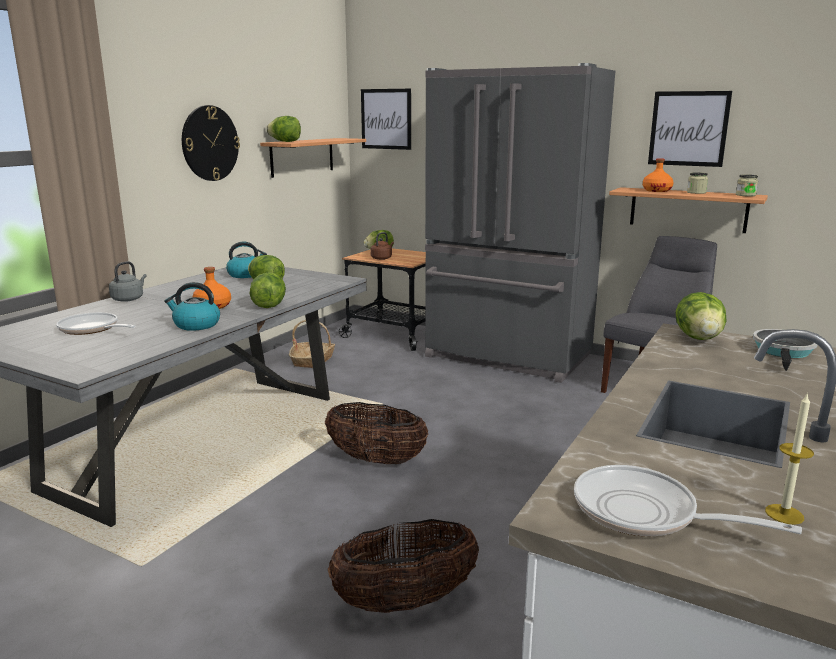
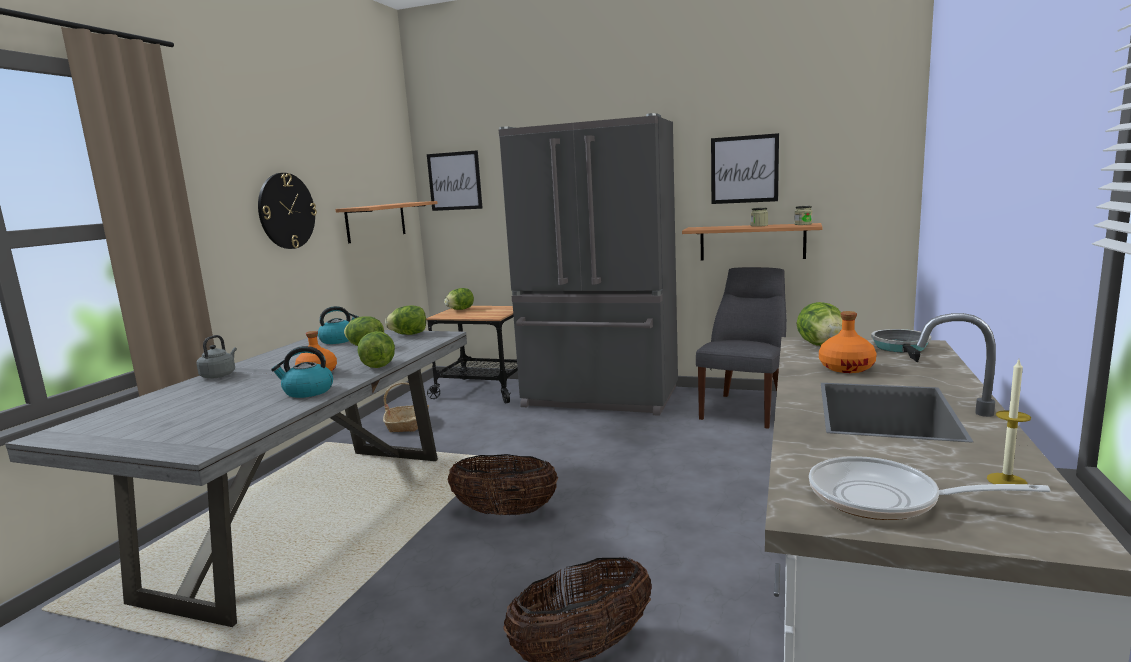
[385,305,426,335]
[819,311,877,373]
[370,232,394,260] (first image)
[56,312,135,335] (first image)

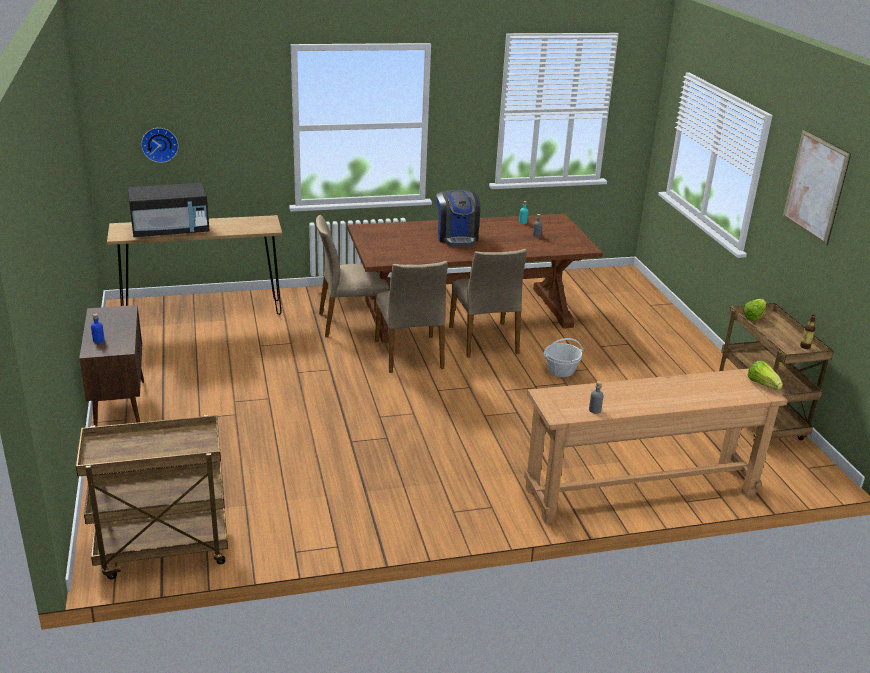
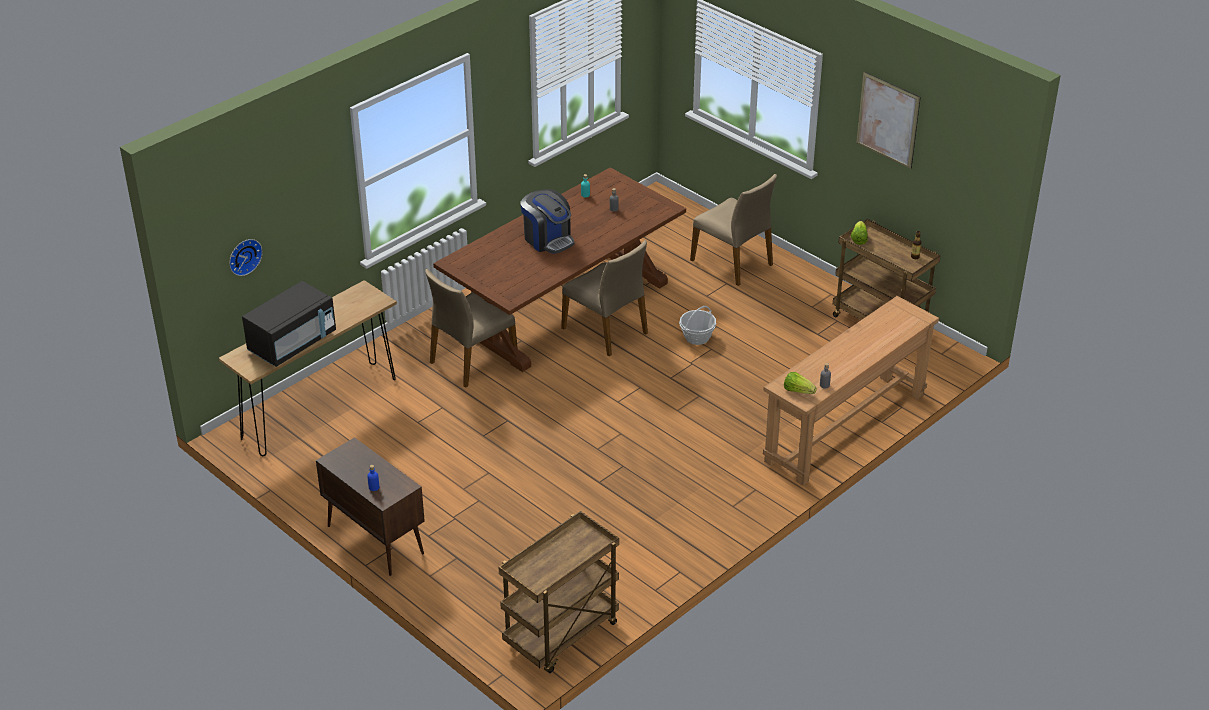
[690,174,777,286]
[784,372,817,394]

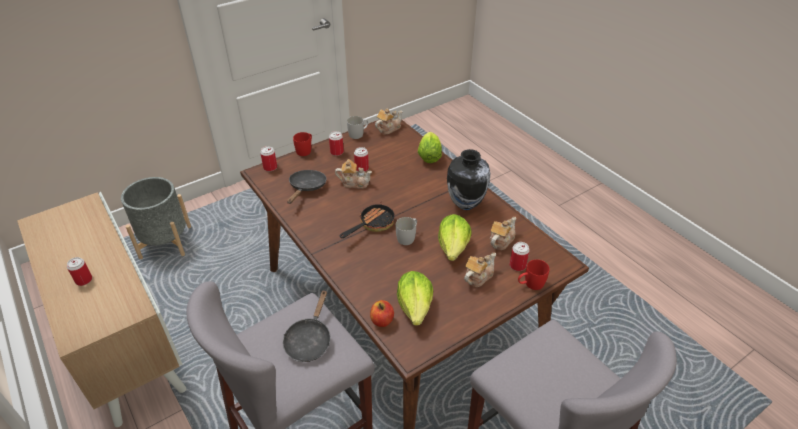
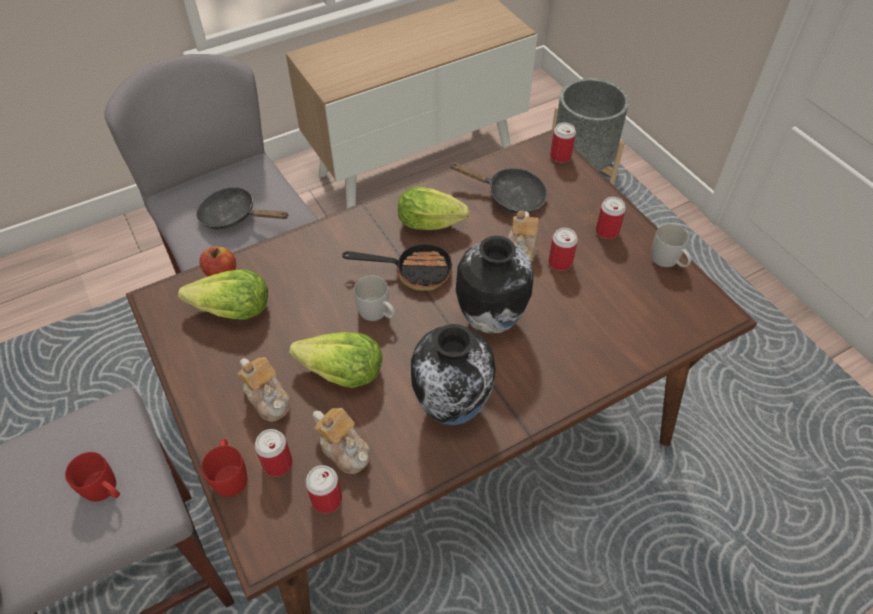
[375,109,402,134] (first image)
[65,452,120,502]
[398,186,470,230]
[342,241,452,291]
[305,465,342,513]
[456,236,533,334]

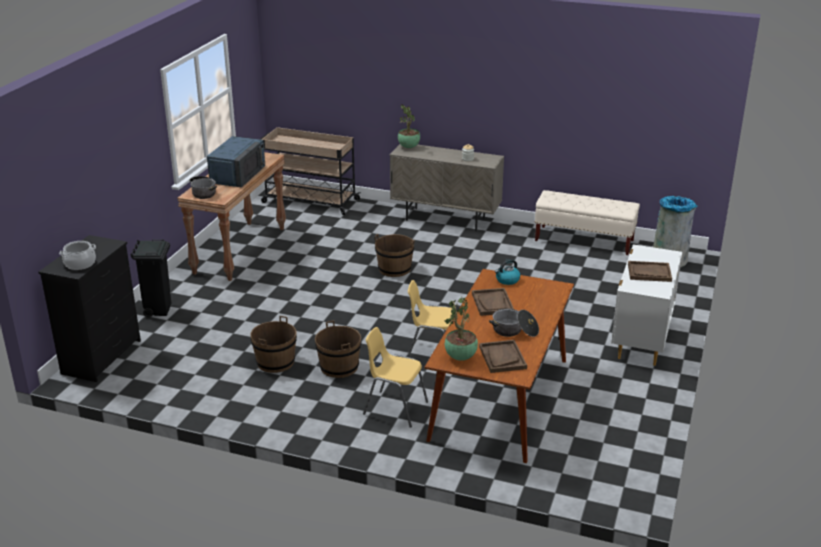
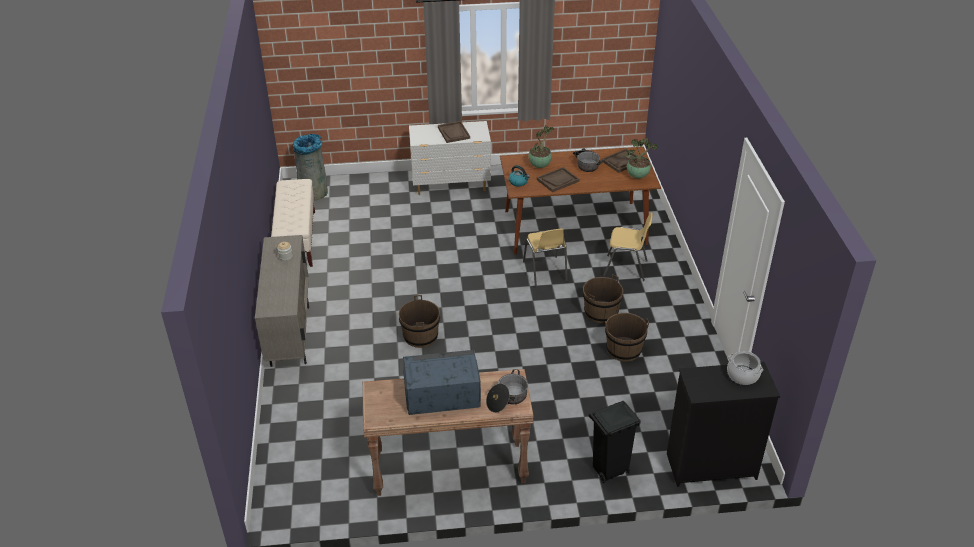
[528,125,554,168]
[260,127,361,215] (first image)
[603,213,653,281]

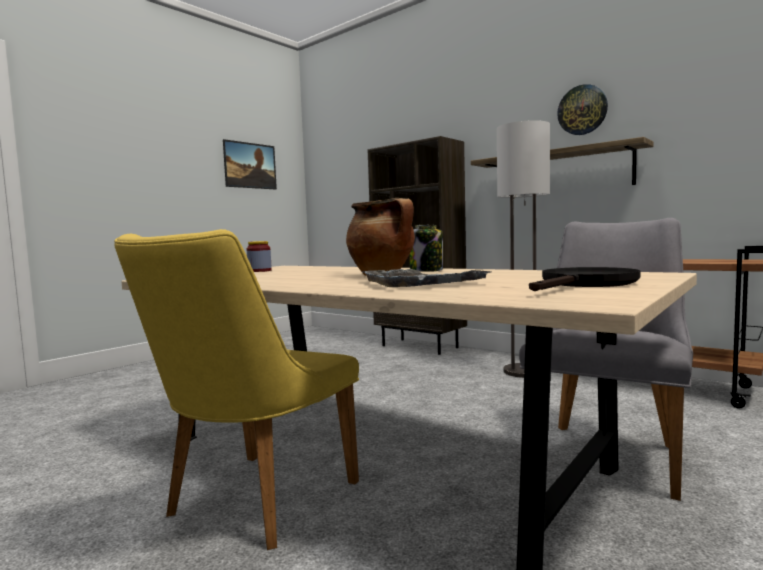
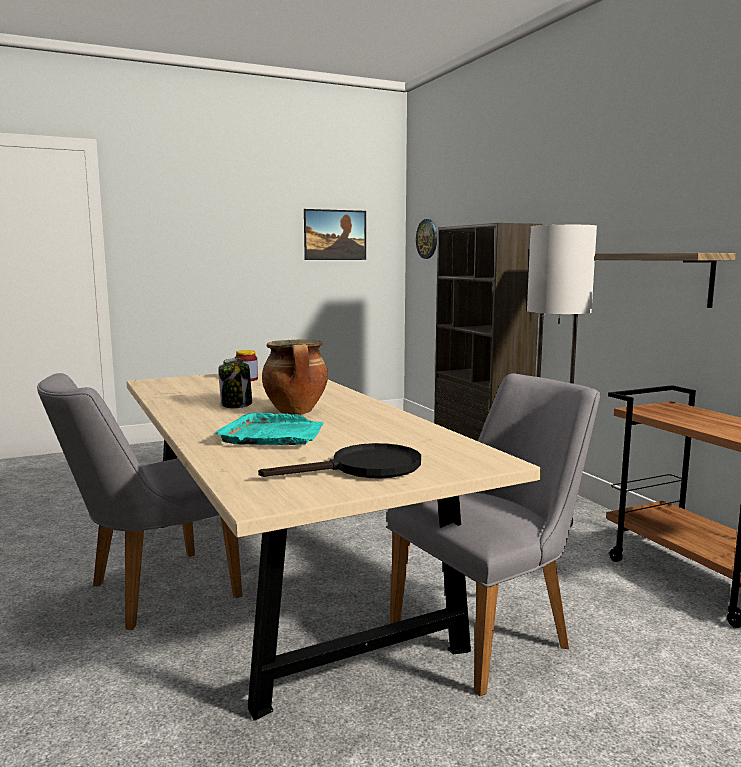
[416,219,437,259]
[218,358,252,408]
[37,373,242,630]
[215,413,324,445]

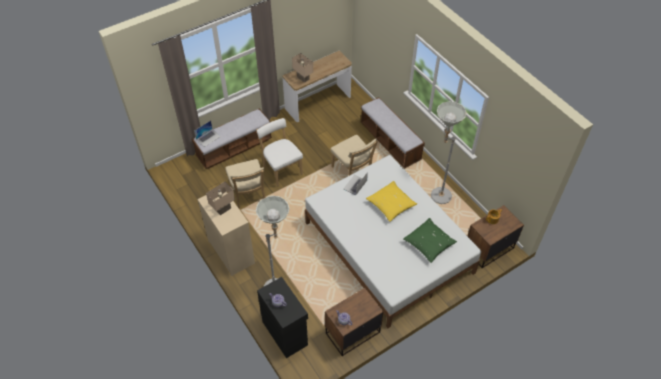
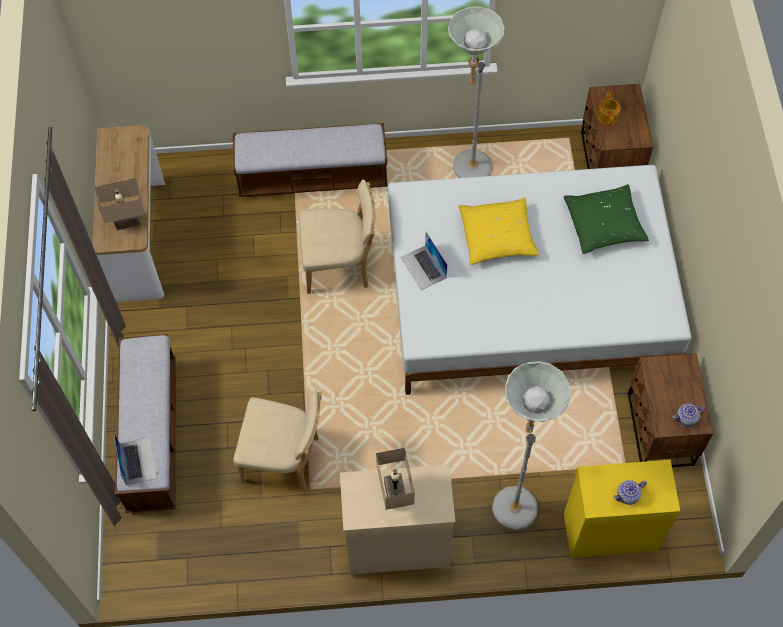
[256,118,303,187] (first image)
[564,460,680,558]

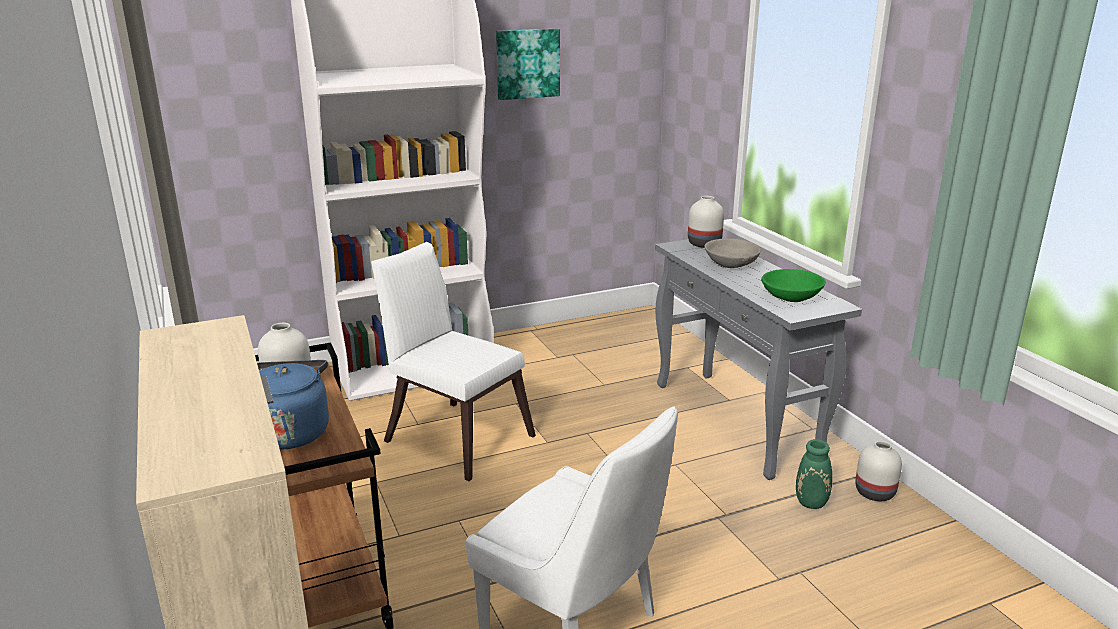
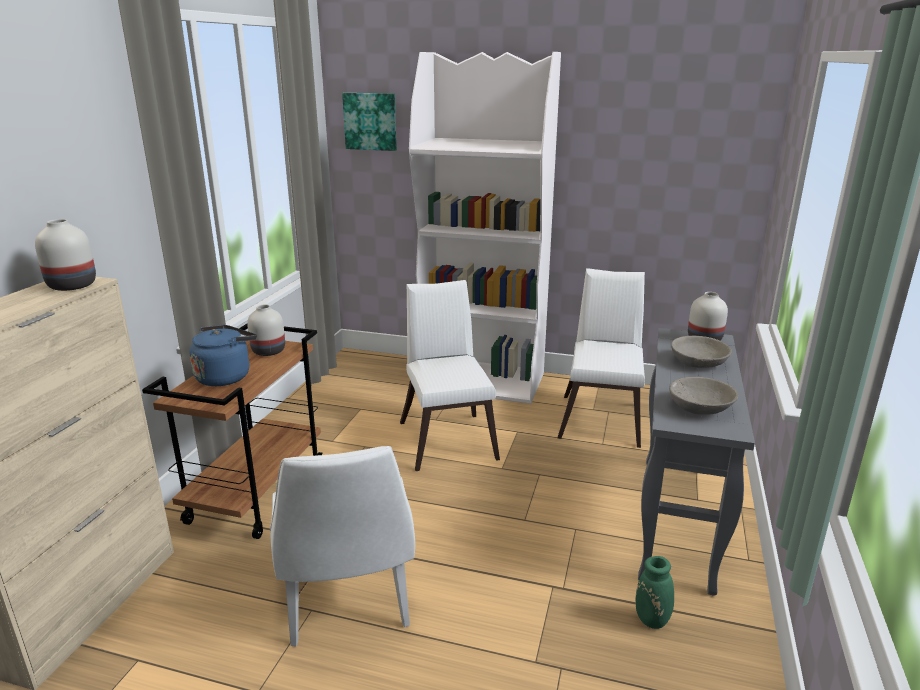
[342,93,397,151]
[669,377,738,415]
[35,219,96,291]
[558,268,645,448]

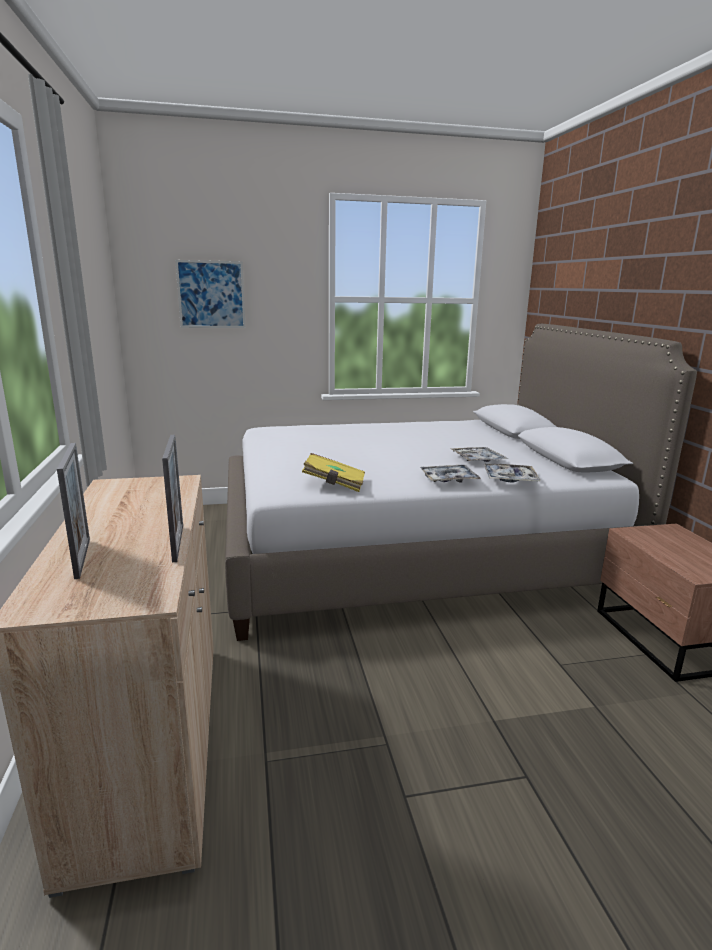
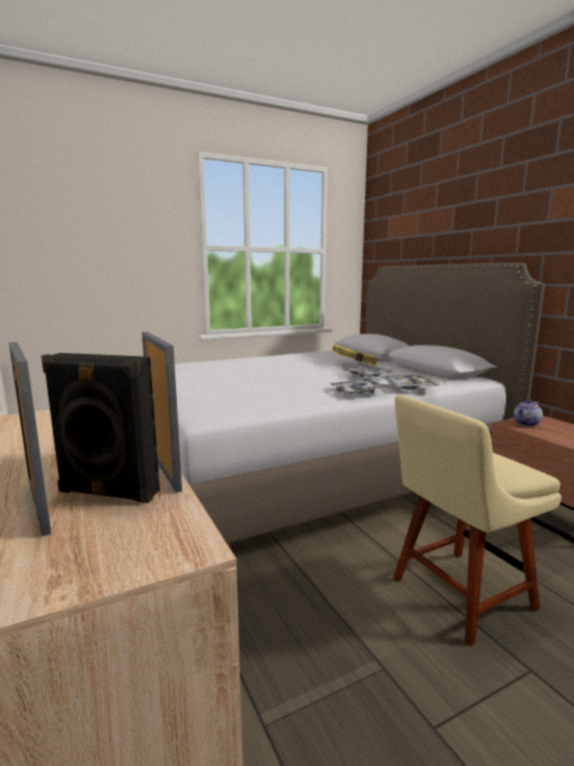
[175,260,246,328] (first image)
[332,345,379,366]
[41,353,160,503]
[393,395,561,646]
[514,400,543,427]

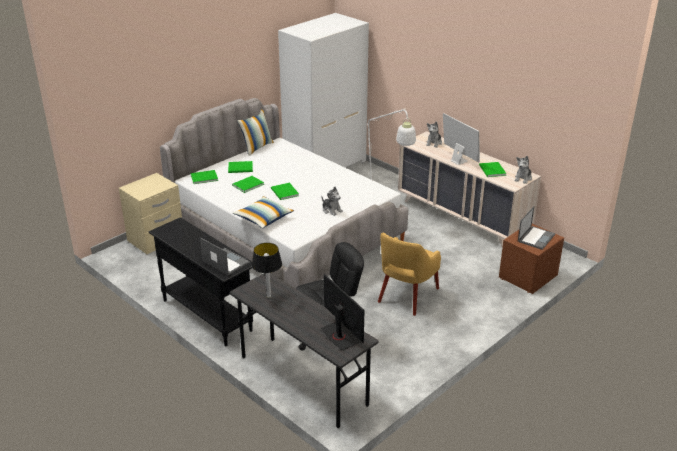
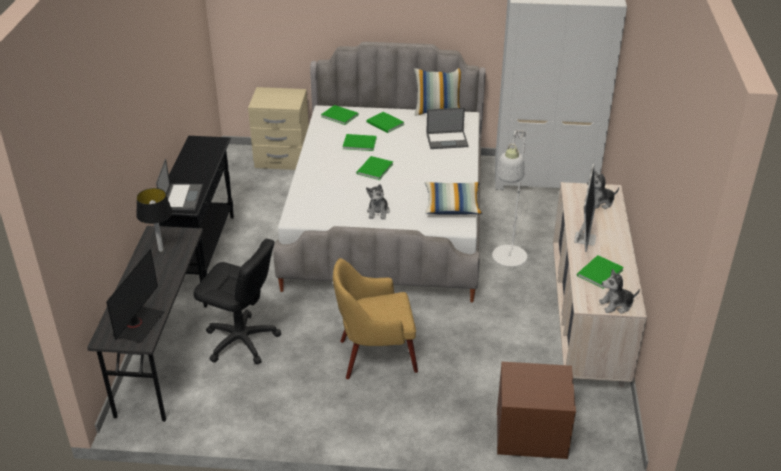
[425,182,482,215]
[426,108,469,149]

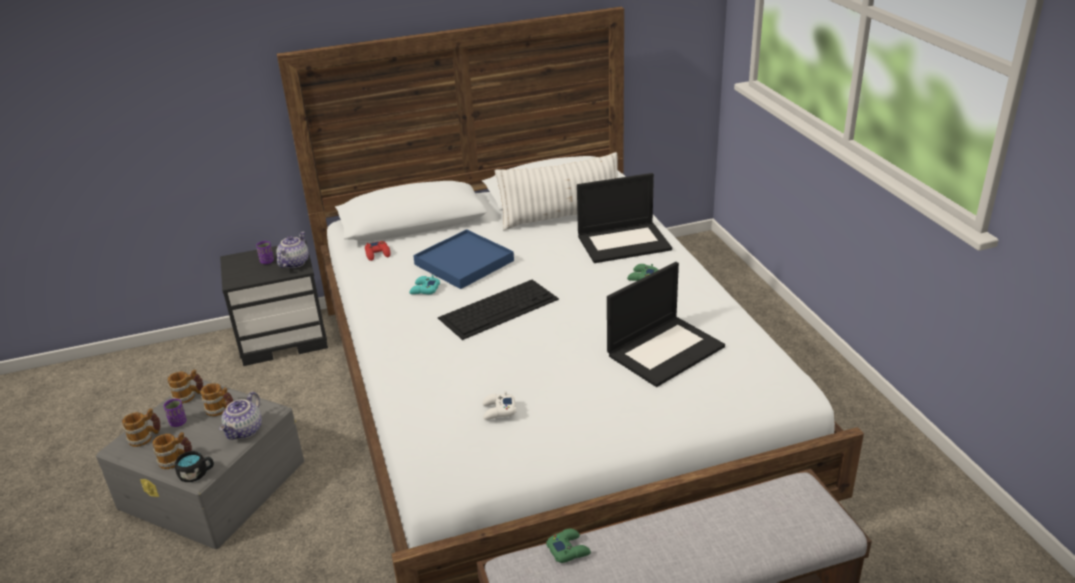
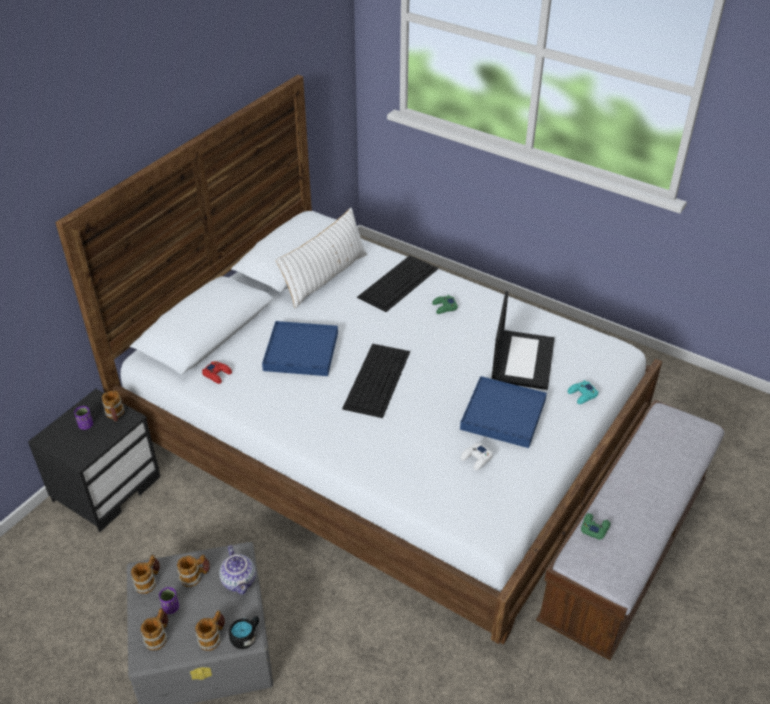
[357,255,438,312]
[102,391,124,422]
[568,380,598,404]
[460,376,547,448]

